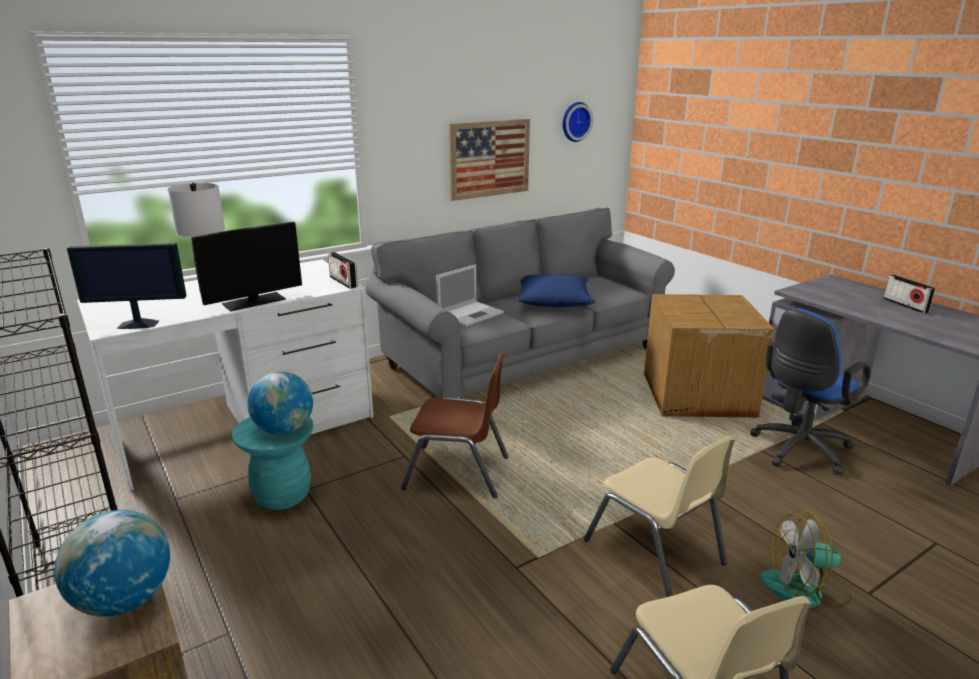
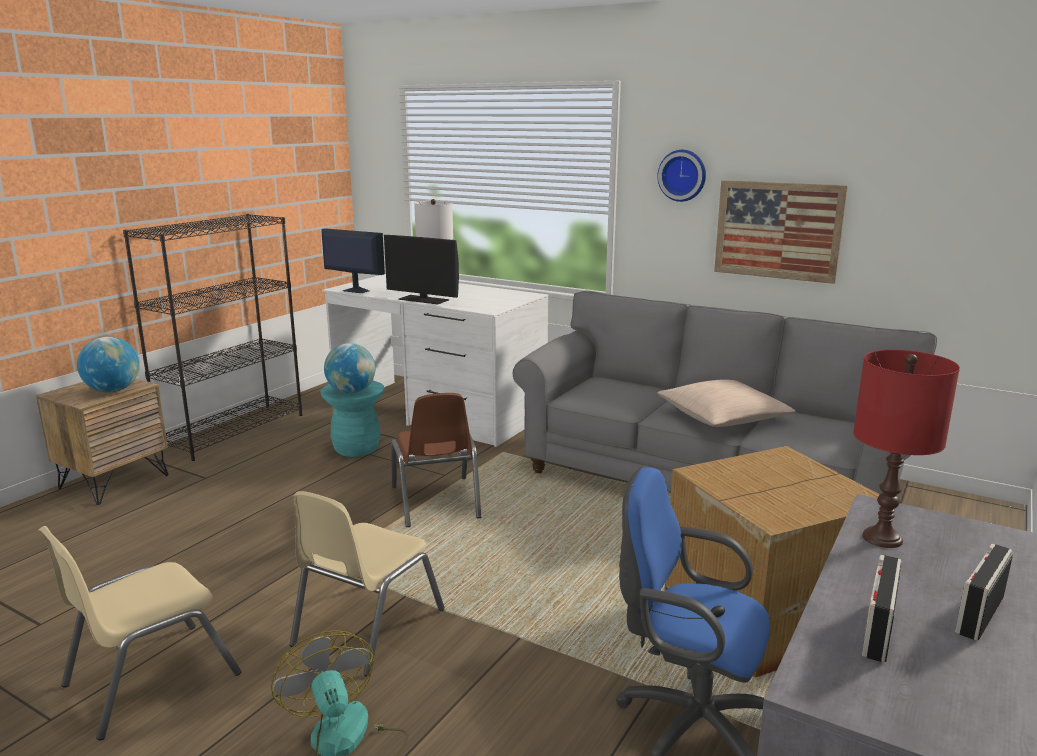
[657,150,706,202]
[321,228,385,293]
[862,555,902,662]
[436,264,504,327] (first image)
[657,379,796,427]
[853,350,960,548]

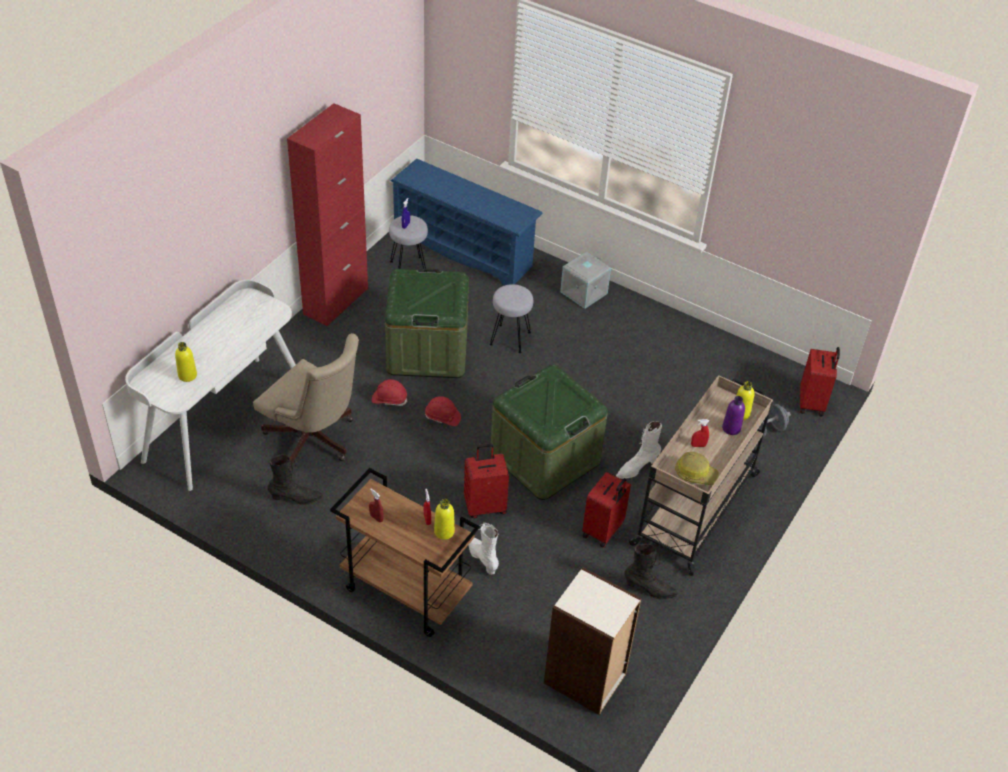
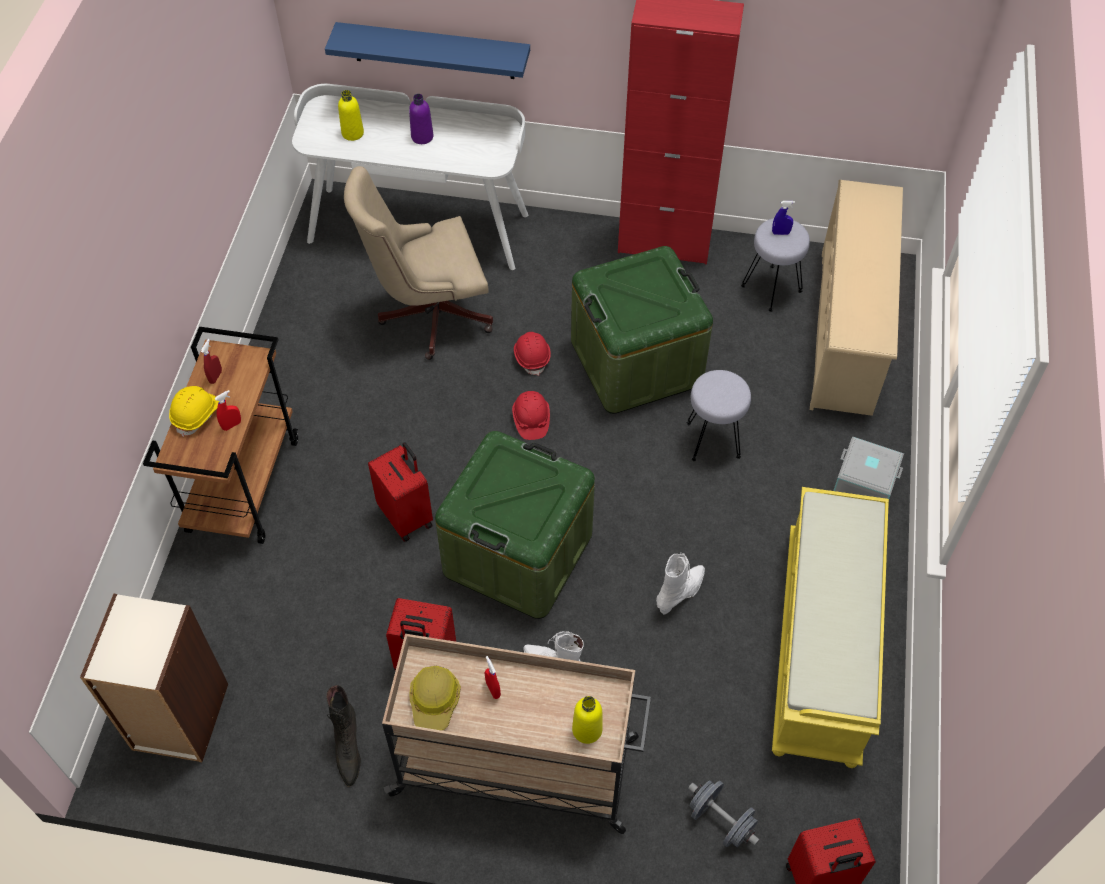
[810,180,903,416]
[344,166,493,360]
[409,94,433,144]
[268,454,323,505] (first image)
[434,499,455,540] (first image)
[656,552,705,615]
[325,22,530,79]
[169,386,219,437]
[772,487,889,768]

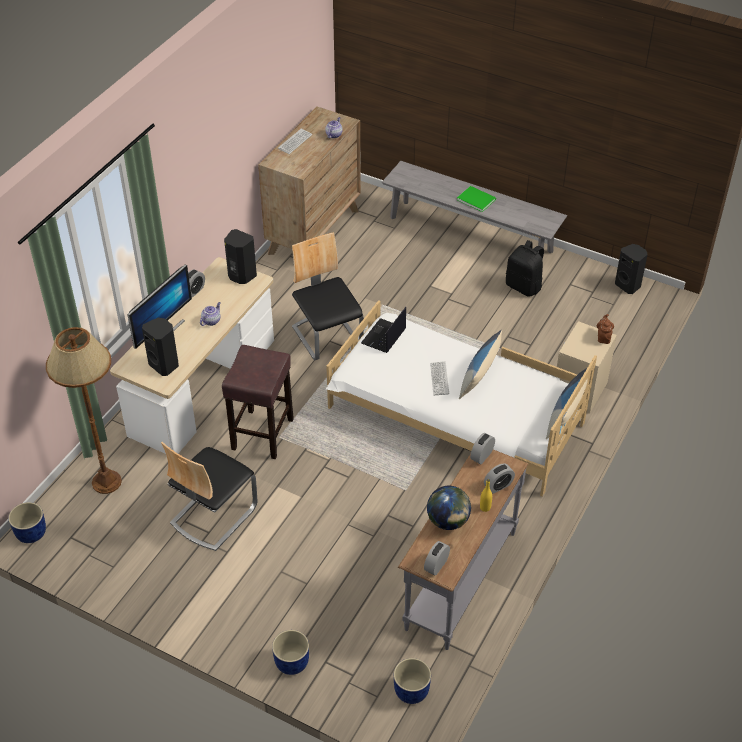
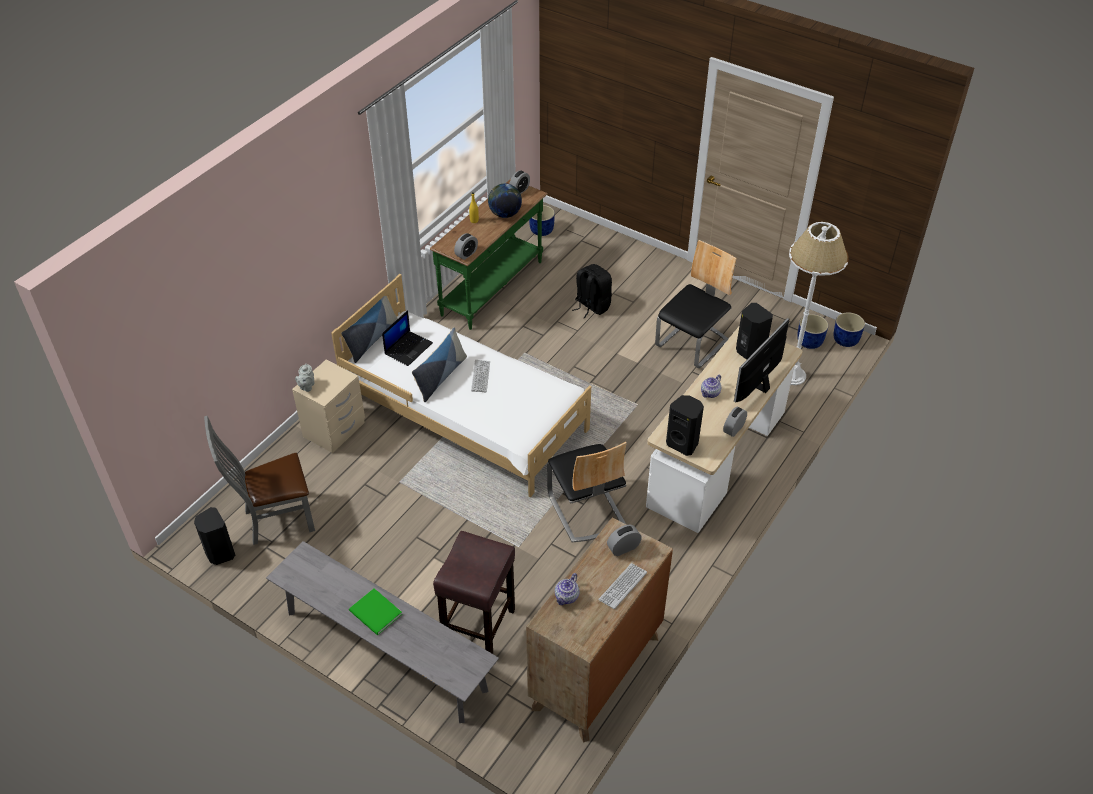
[572,264,612,319]
[382,310,433,366]
[295,364,315,392]
[789,222,849,385]
[433,531,515,654]
[430,179,548,330]
[607,524,642,556]
[797,314,828,349]
[204,416,315,545]

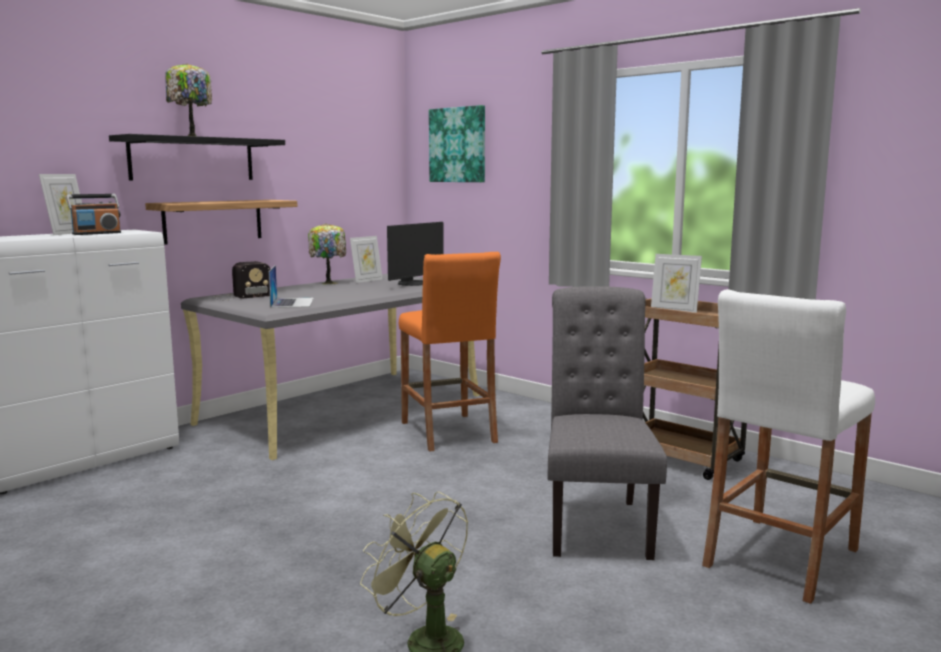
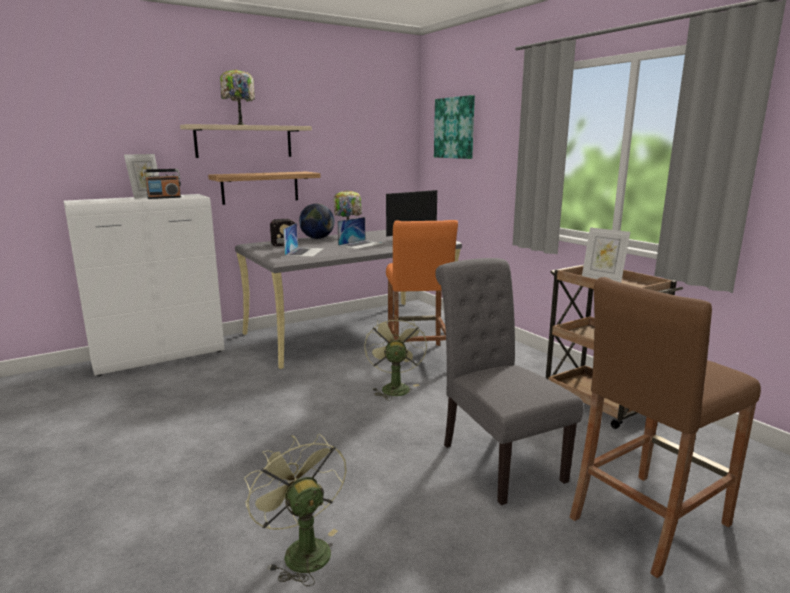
[180,124,312,158]
[350,236,383,283] (first image)
[435,258,583,505]
[569,277,761,578]
[299,203,335,239]
[338,217,384,249]
[364,315,427,400]

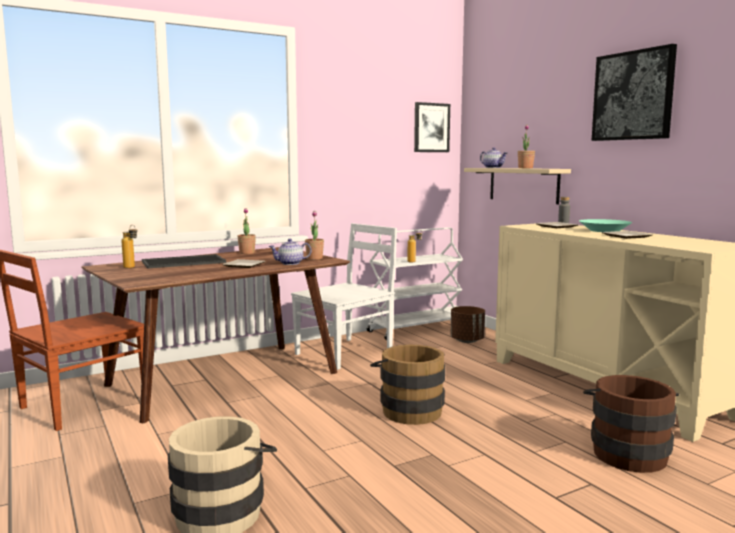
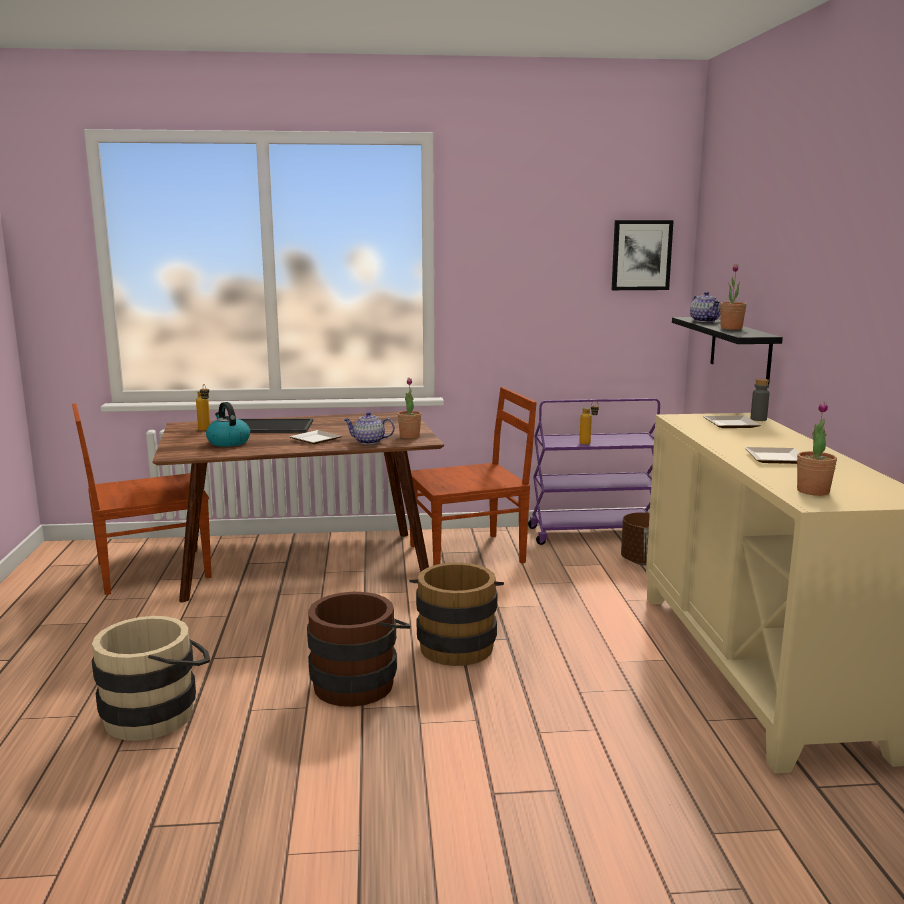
[592,44,677,141] (first image)
[672,317,783,385]
[797,401,837,496]
[579,219,633,232] (first image)
[410,387,537,566]
[528,398,660,545]
[307,592,410,707]
[206,402,250,447]

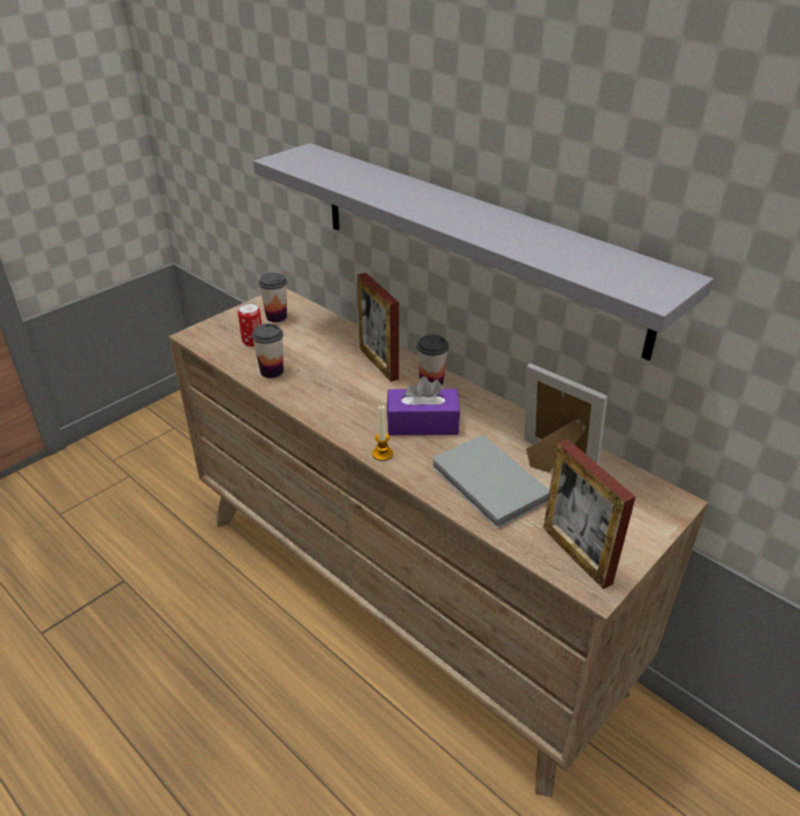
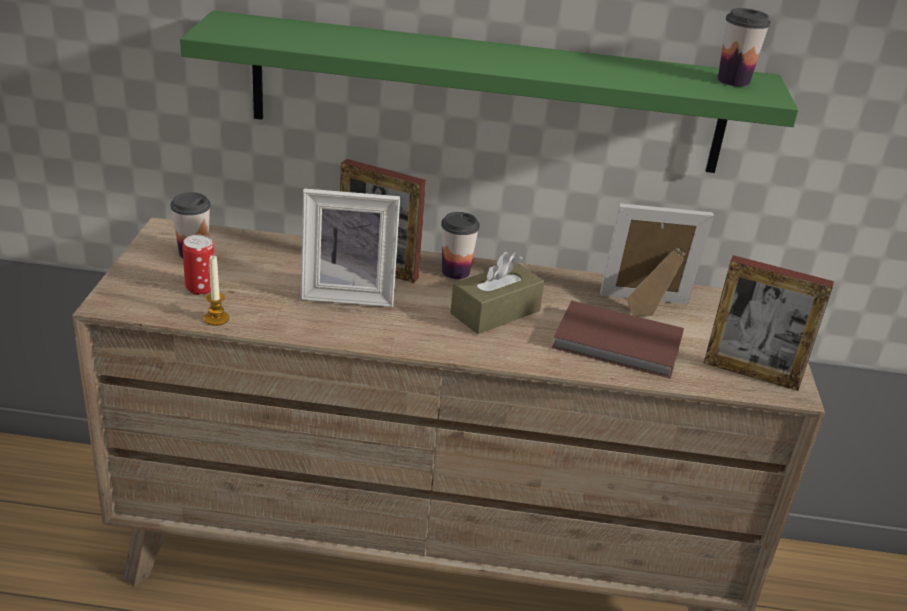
[180,11,799,173]
[718,8,771,87]
[450,252,544,334]
[204,256,229,326]
[552,301,684,379]
[301,188,400,307]

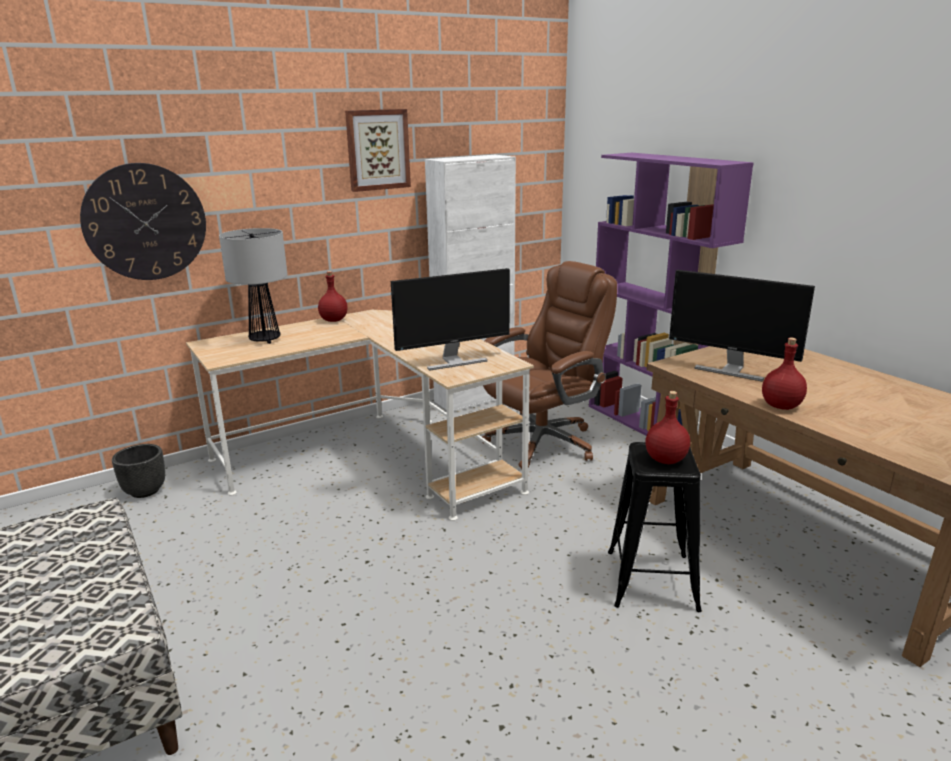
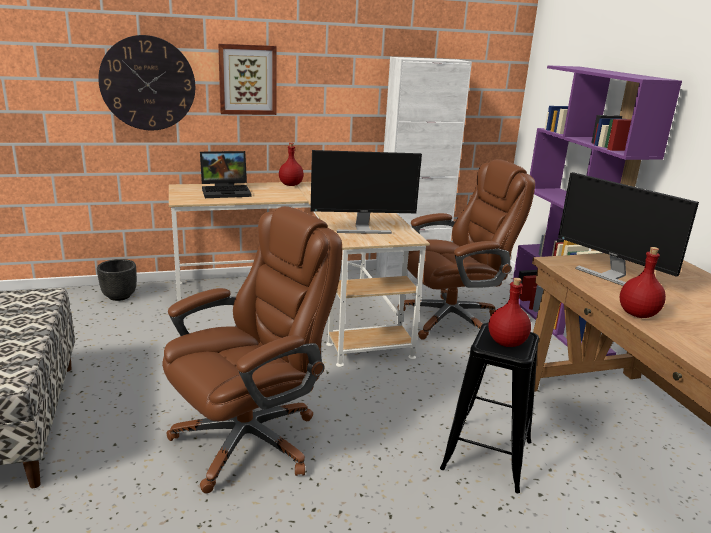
[218,43,277,115]
[200,151,252,198]
[162,206,342,493]

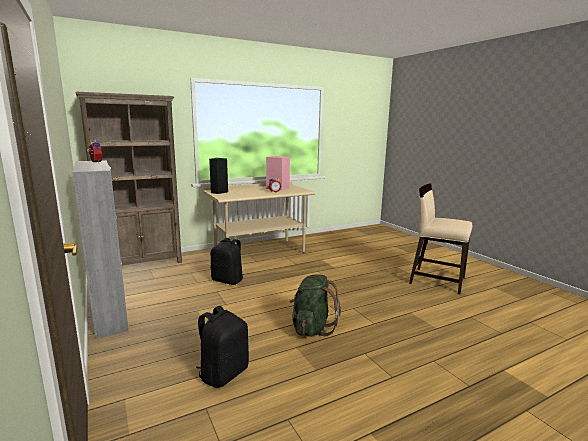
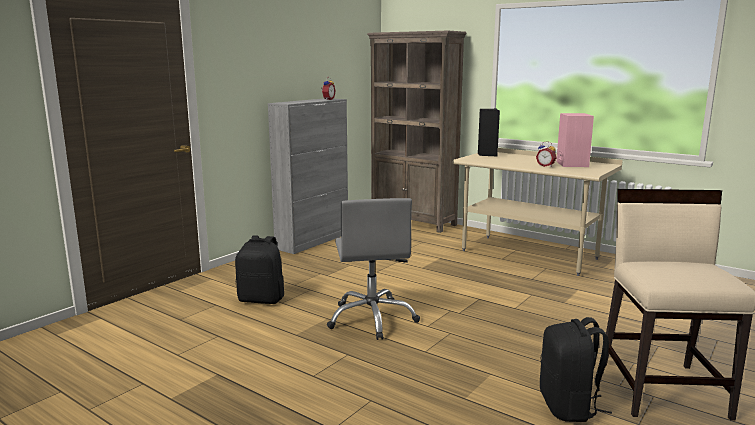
[540,317,612,422]
[327,198,420,340]

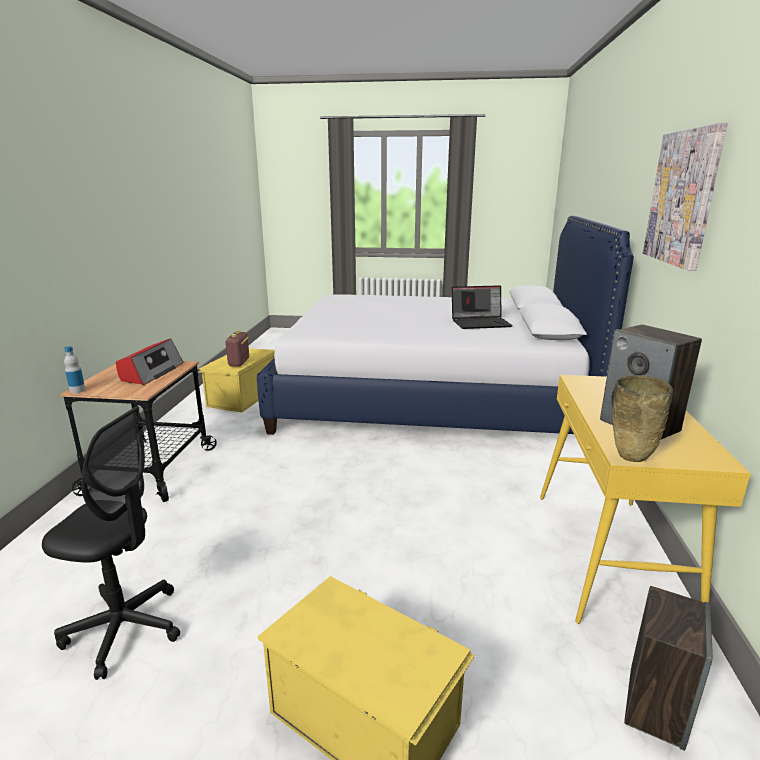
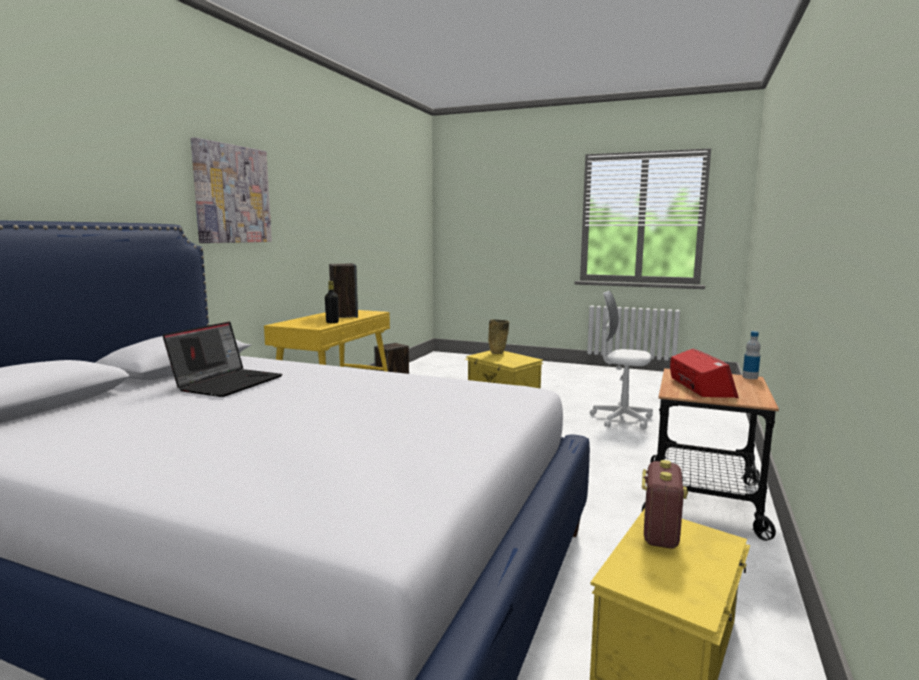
[163,322,282,397]
[670,349,739,398]
[488,319,509,354]
[590,291,653,429]
[325,281,339,323]

